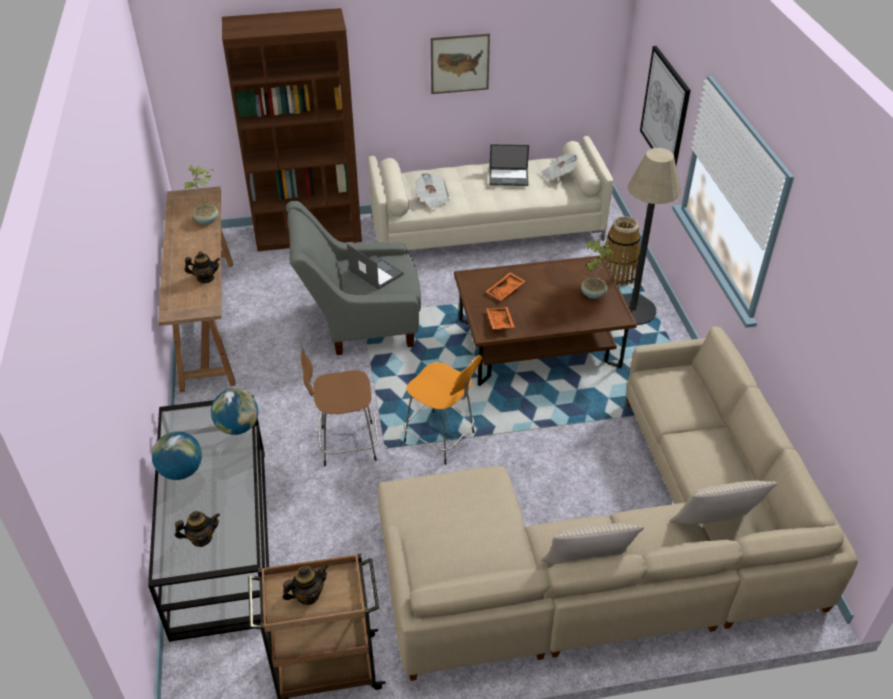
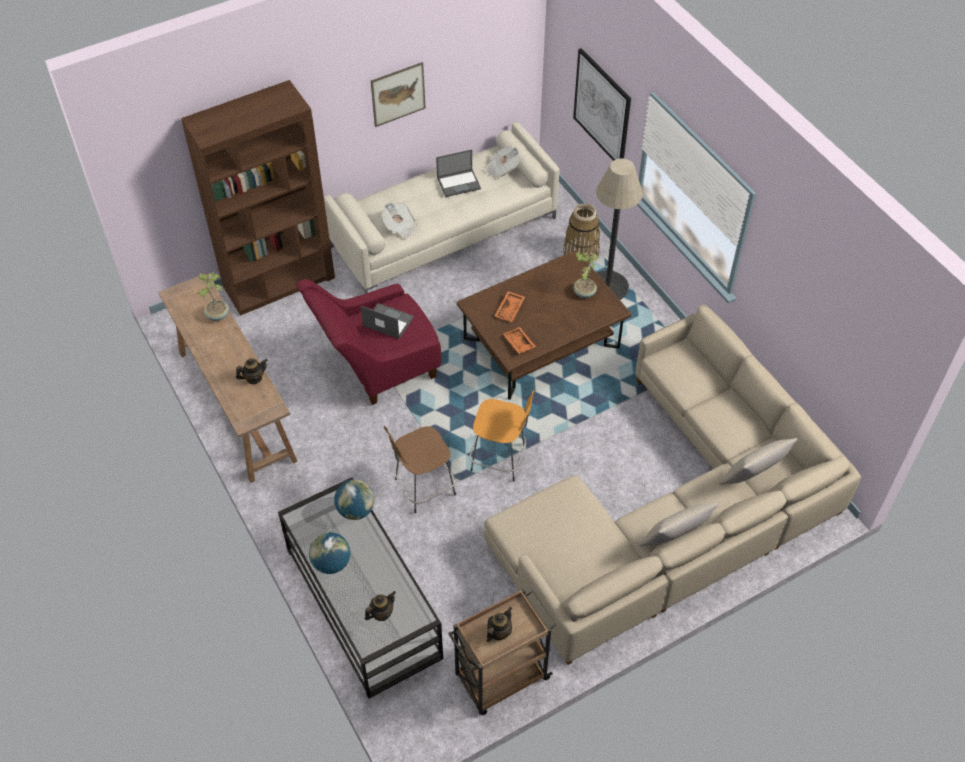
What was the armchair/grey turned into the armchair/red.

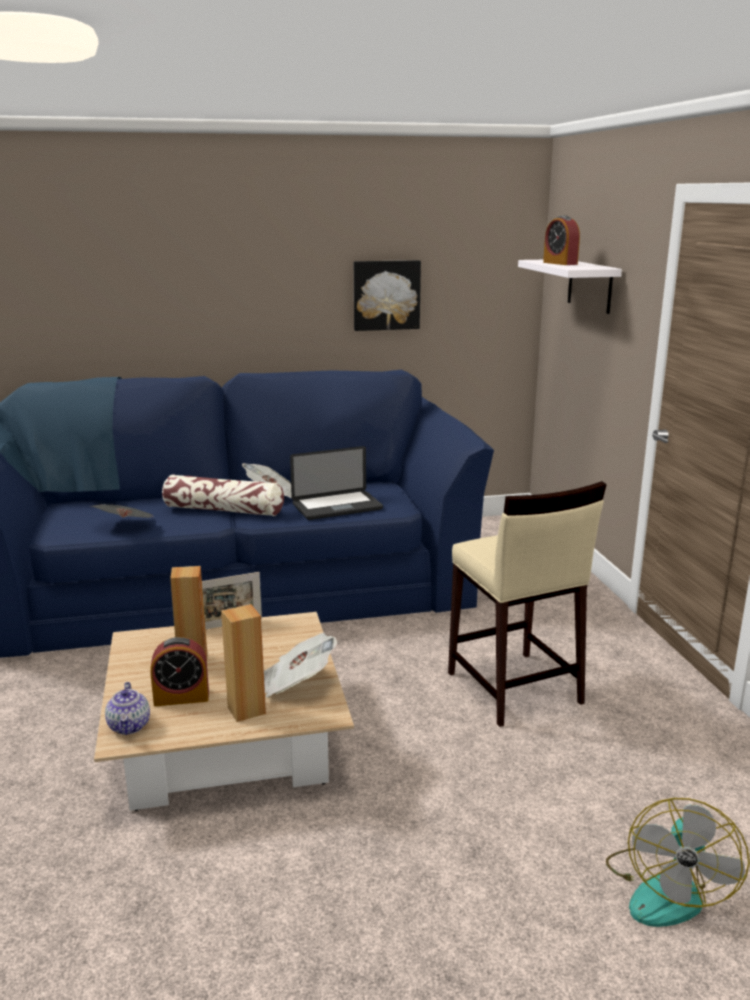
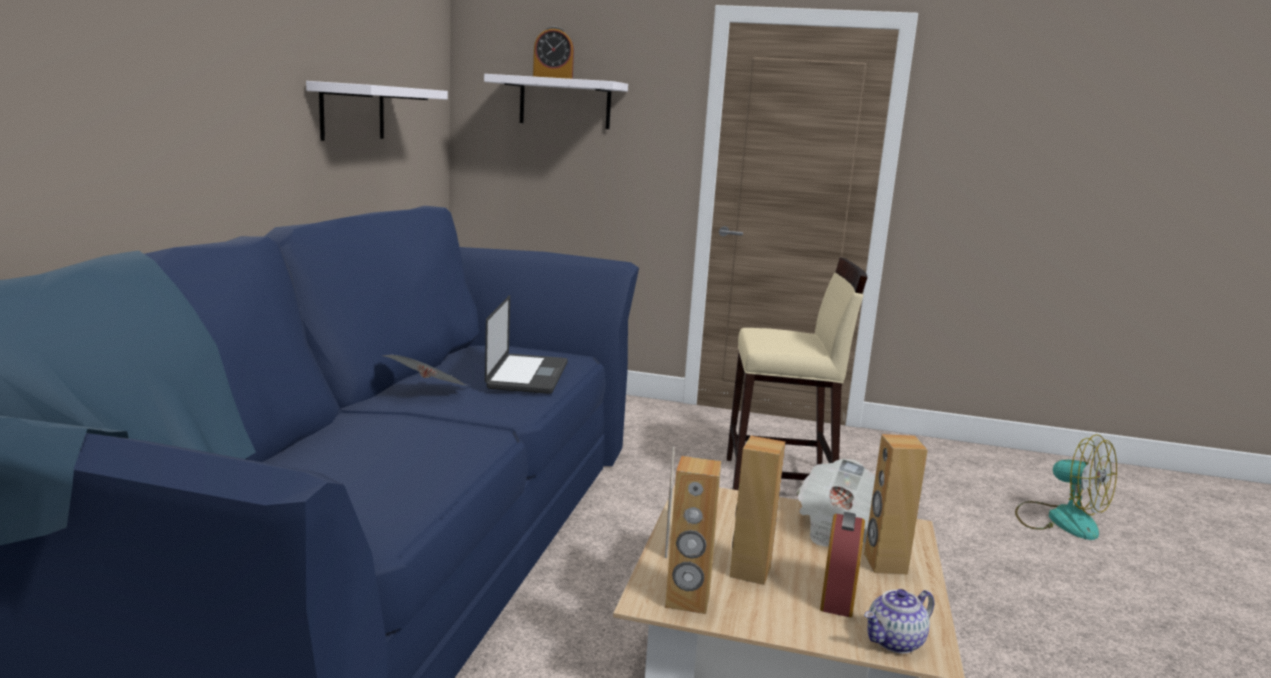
The second view lost the newspaper (no. 1 from left).
The second view lost the pillow.
The second view gained the speaker/brown (no. 1 from left).
Where the picture hung, the shelf/white (no. 1 from left) came to hang.
The teapot ended up facing another way, 135 degrees clockwise from before.

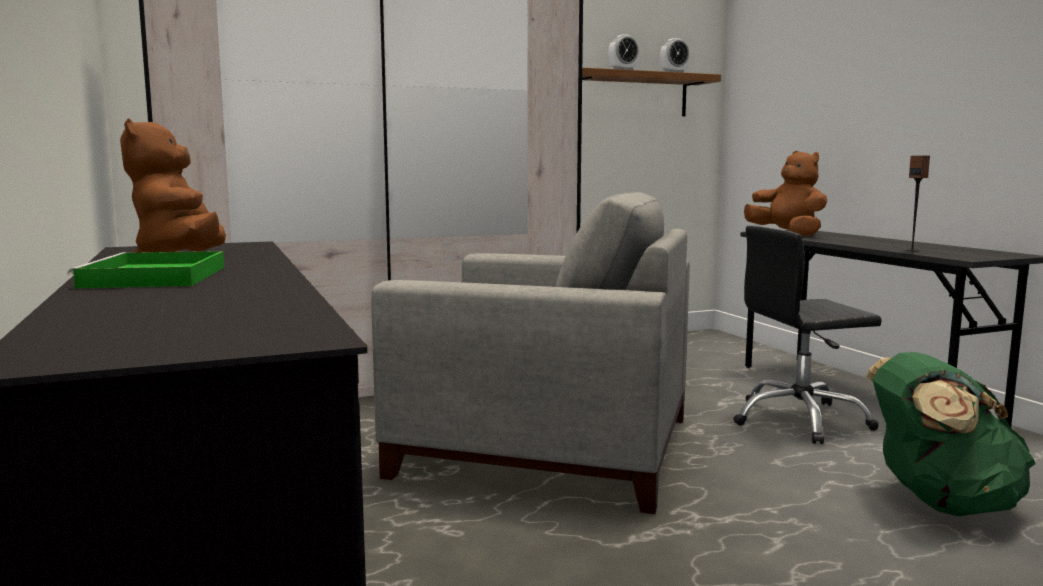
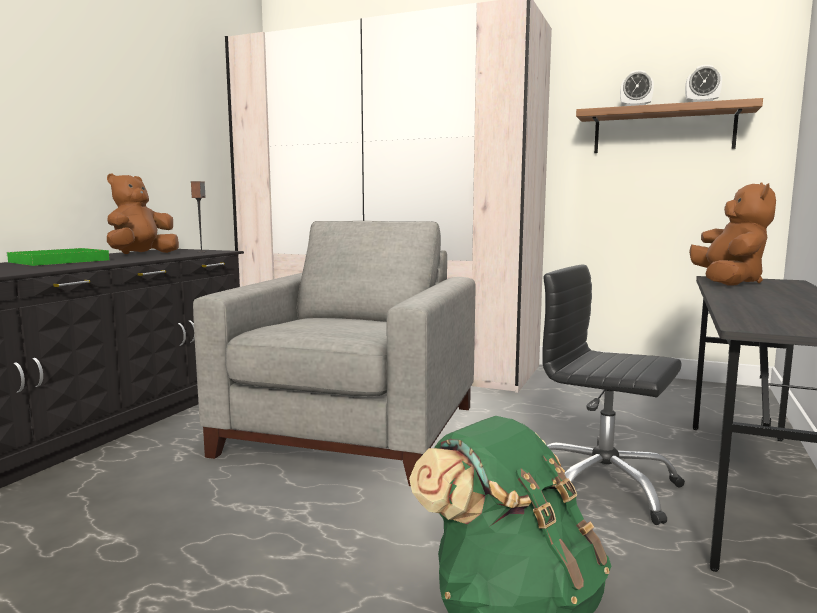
The speaker ended up elsewhere.
The armchair/grey ended up facing another way, 135 degrees counterclockwise from before.

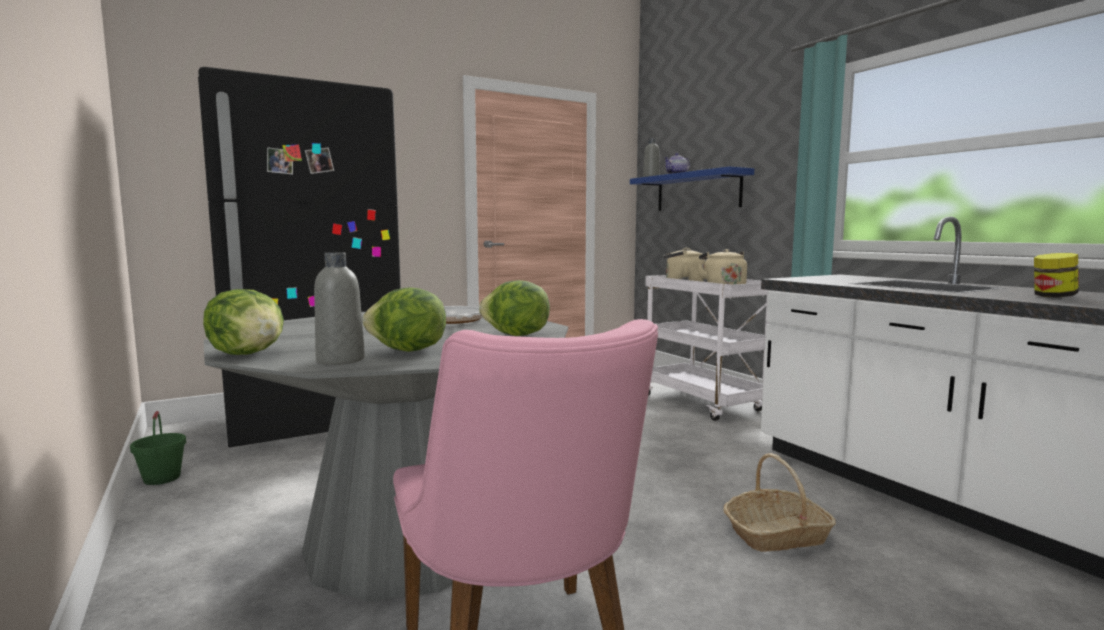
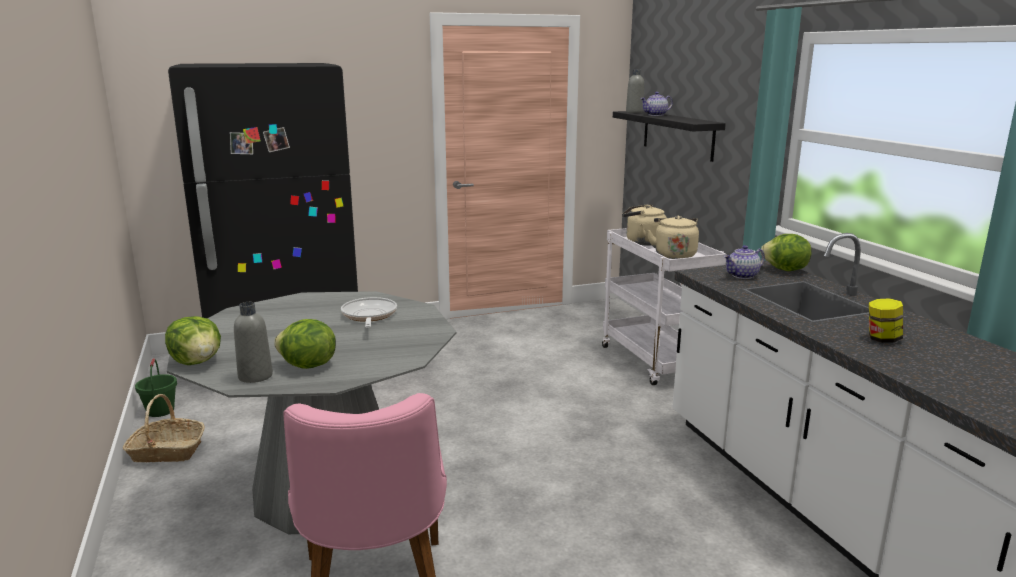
The second view gained the teapot (no. 2 from left).
The lettuce (no. 3 from left) ended up elsewhere.
The basket ended up elsewhere.
What was the shelf/blue turned into the shelf/black.

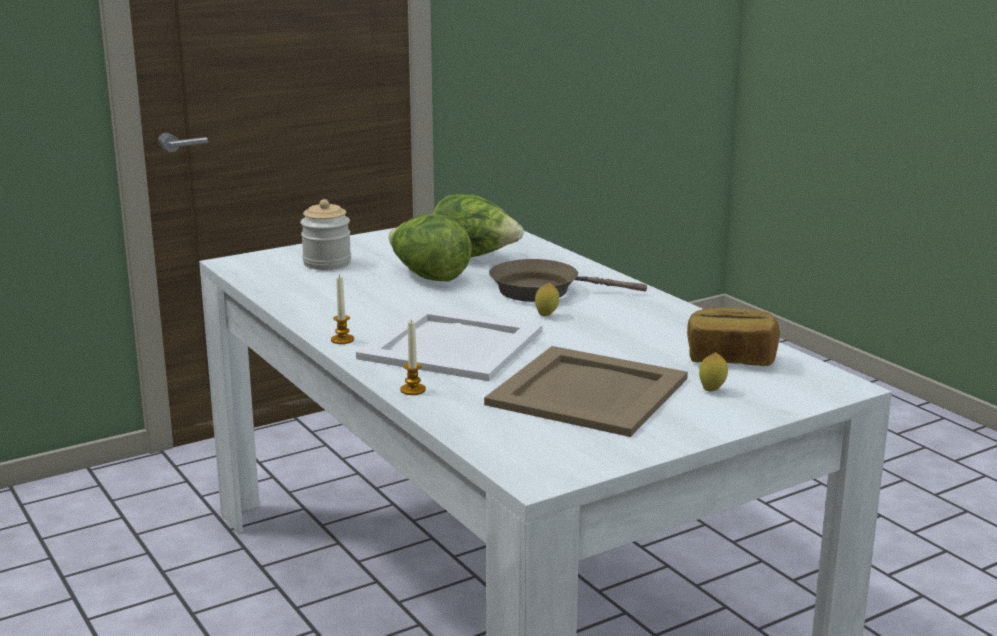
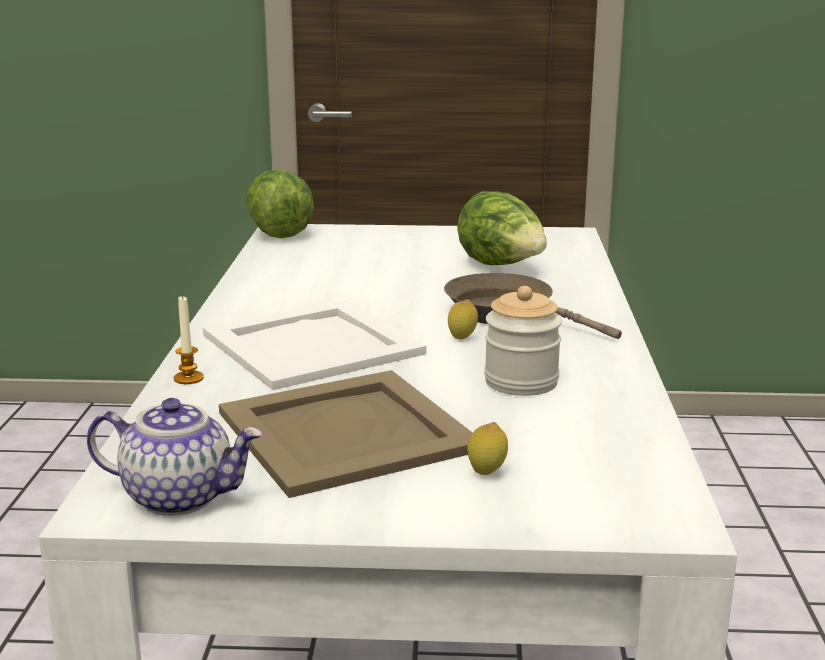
The second view lost the candle (no. 1 from left).
The second view lost the bread.
The second view gained the teapot.
The jar ended up elsewhere.
The lettuce (no. 1 from left) ended up elsewhere.

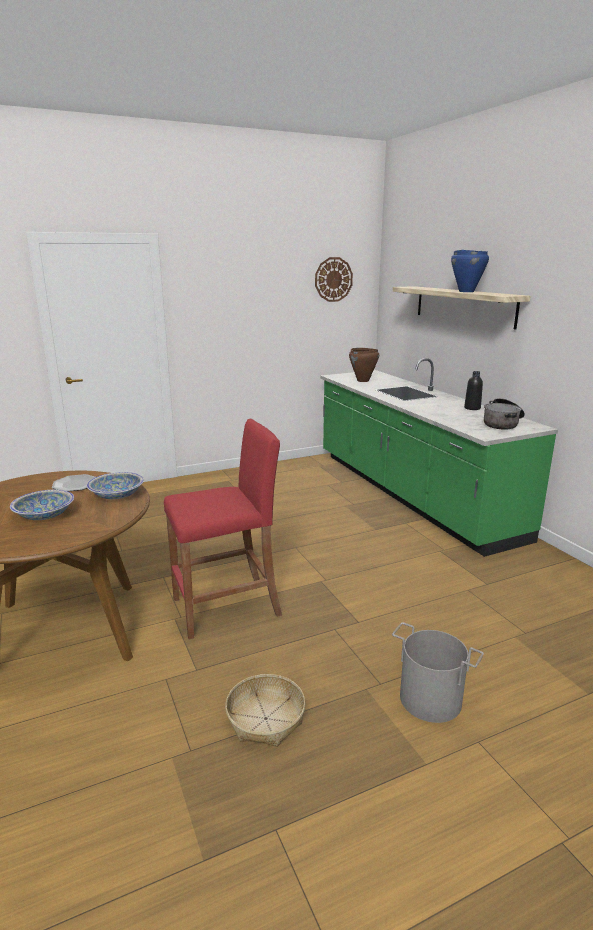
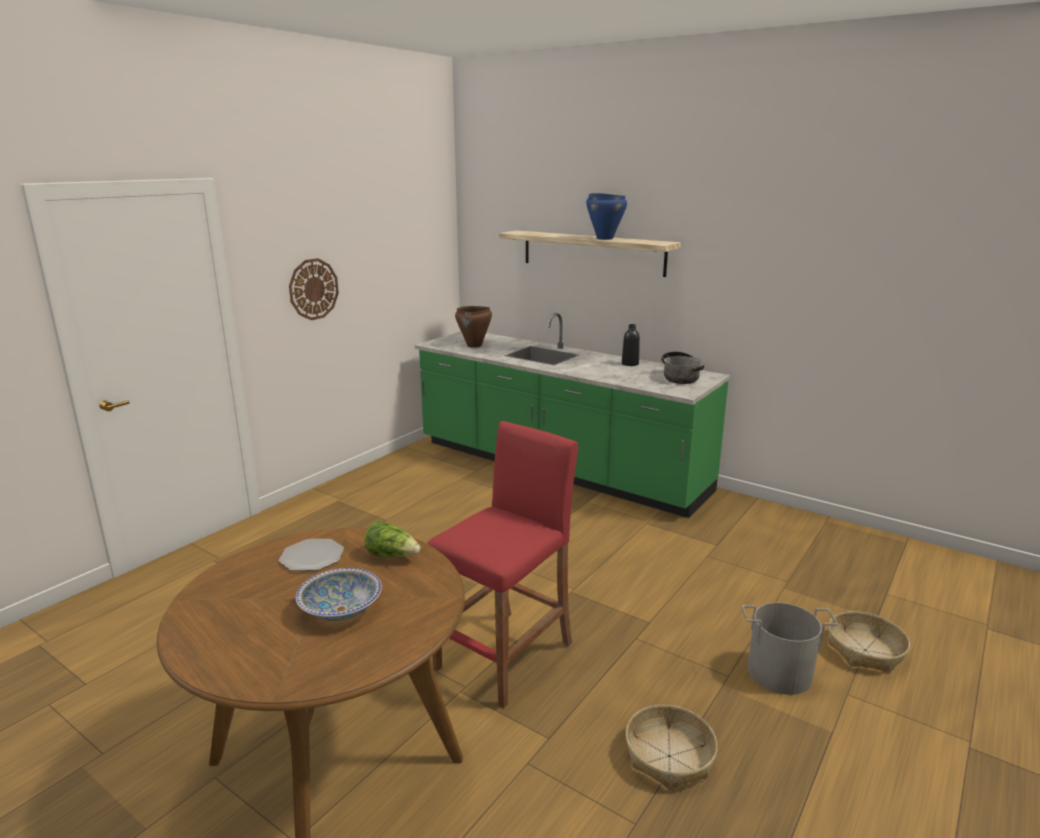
The second view gained the basket (no. 2 from left).
The wall clock ended up elsewhere.
Where the bowl (no. 2 from left) stood, the lettuce came to stand.

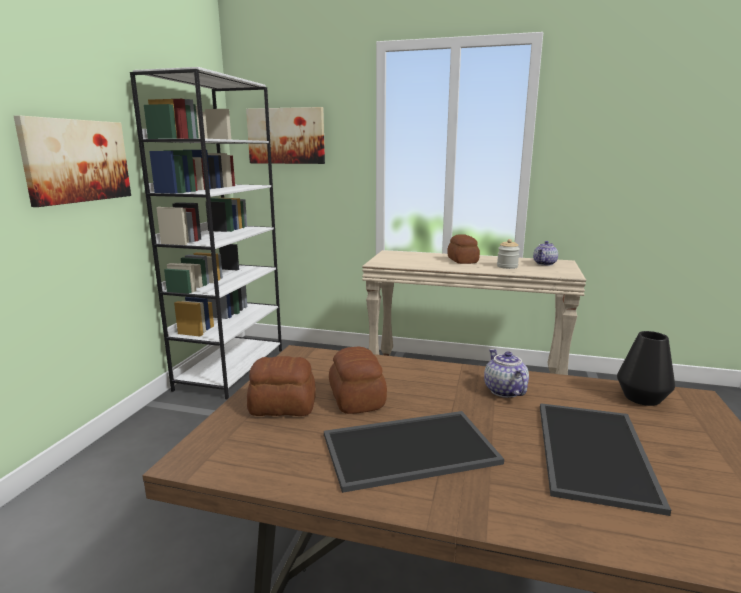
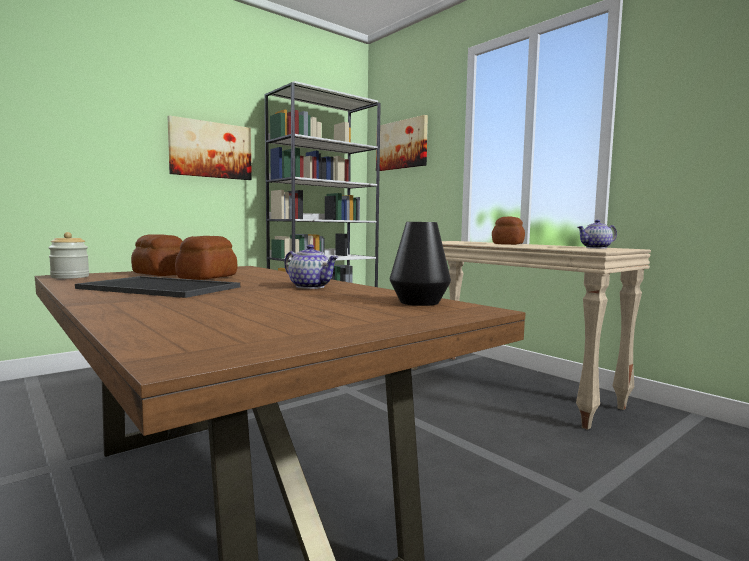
The second view lost the tray (no. 2 from left).
The jar ended up elsewhere.
The teapot (no. 1 from left) ended up facing another way, 105 degrees clockwise from before.

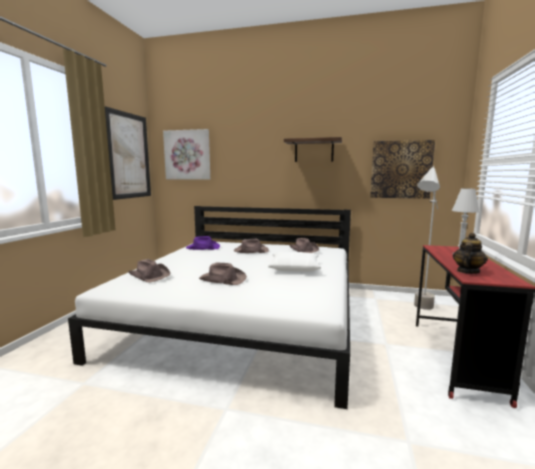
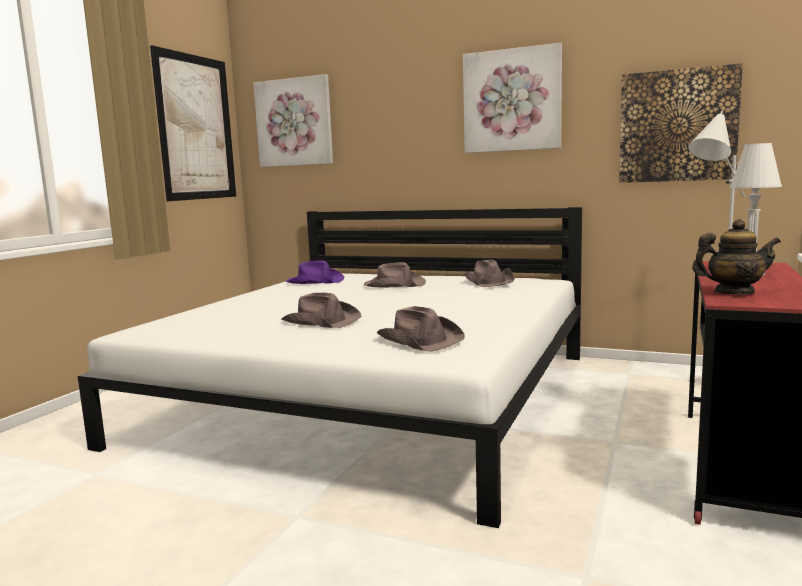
The second view lost the pillow/white.
The hat/brown (no. 1 from left in the first image) ended up elsewhere.
Where the shelf hung, the picture (no. 3 from left) came to hang.
The teapot ended up facing another way, 45 degrees clockwise from before.

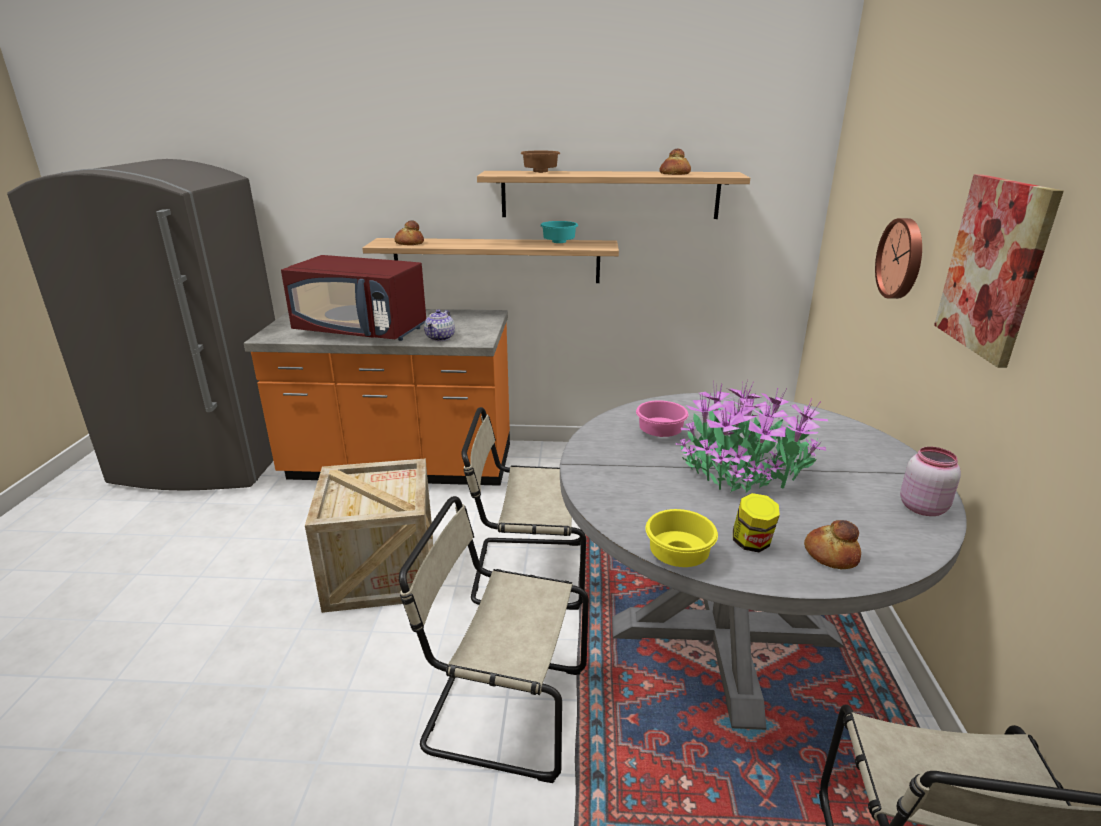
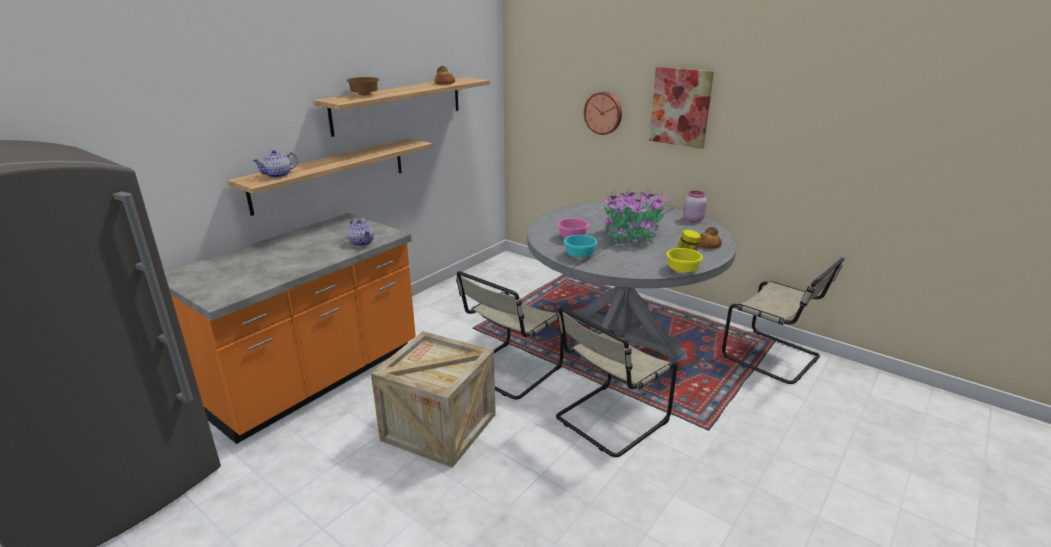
The second view lost the microwave/red.
The bowl/turquoise ended up elsewhere.
Where the bread (no. 1 from left) stood, the teapot (no. 1 from left) came to stand.

